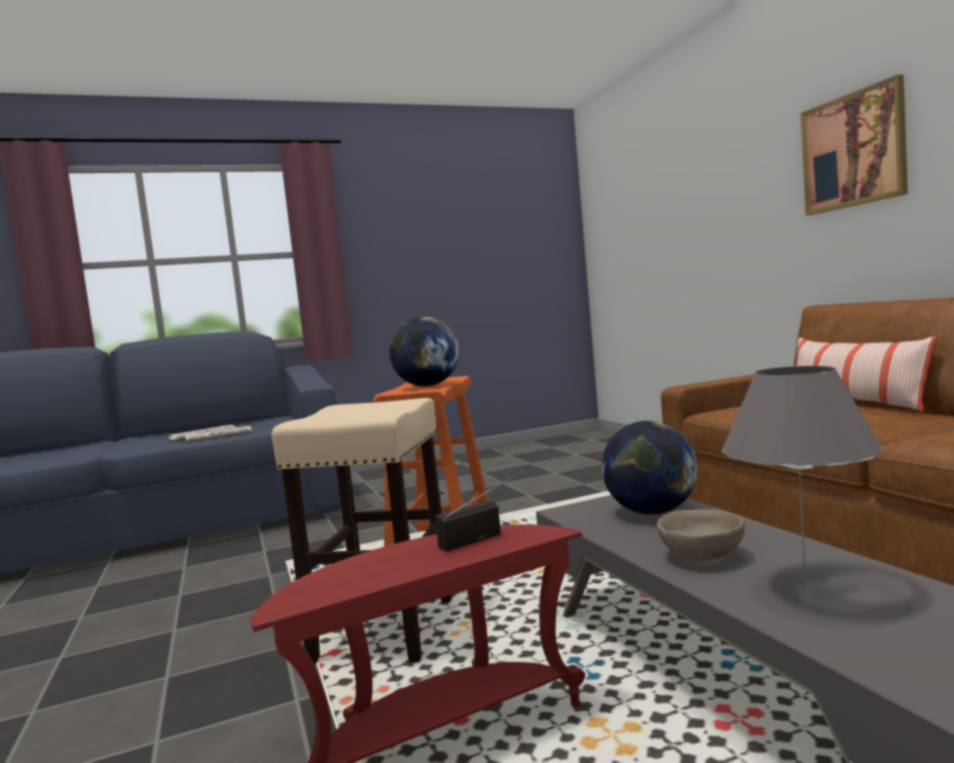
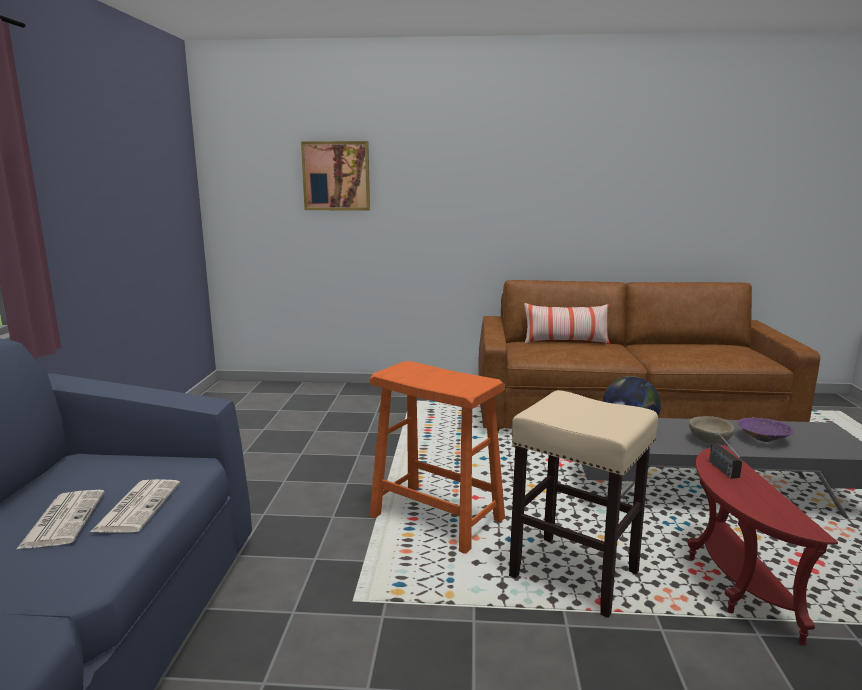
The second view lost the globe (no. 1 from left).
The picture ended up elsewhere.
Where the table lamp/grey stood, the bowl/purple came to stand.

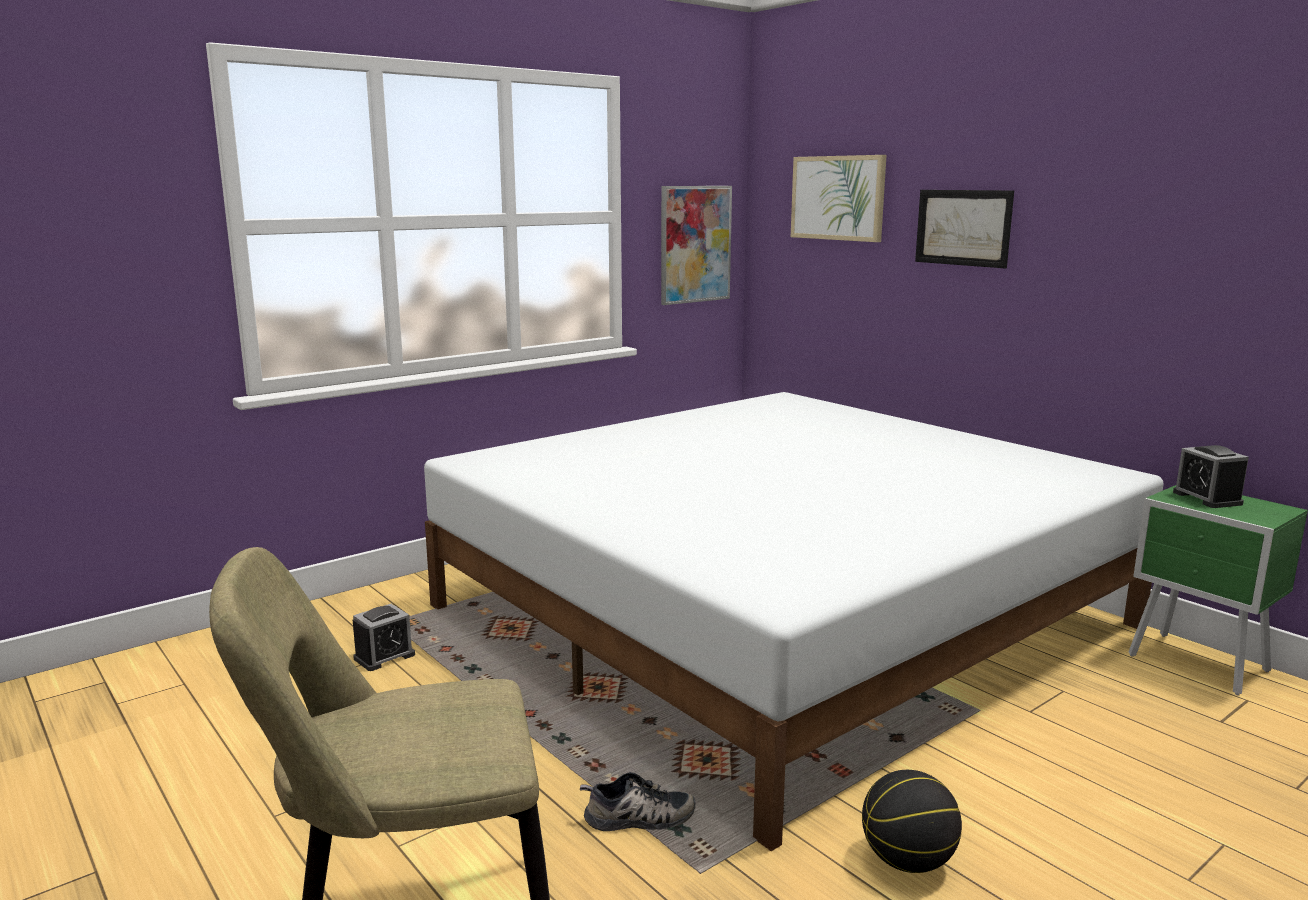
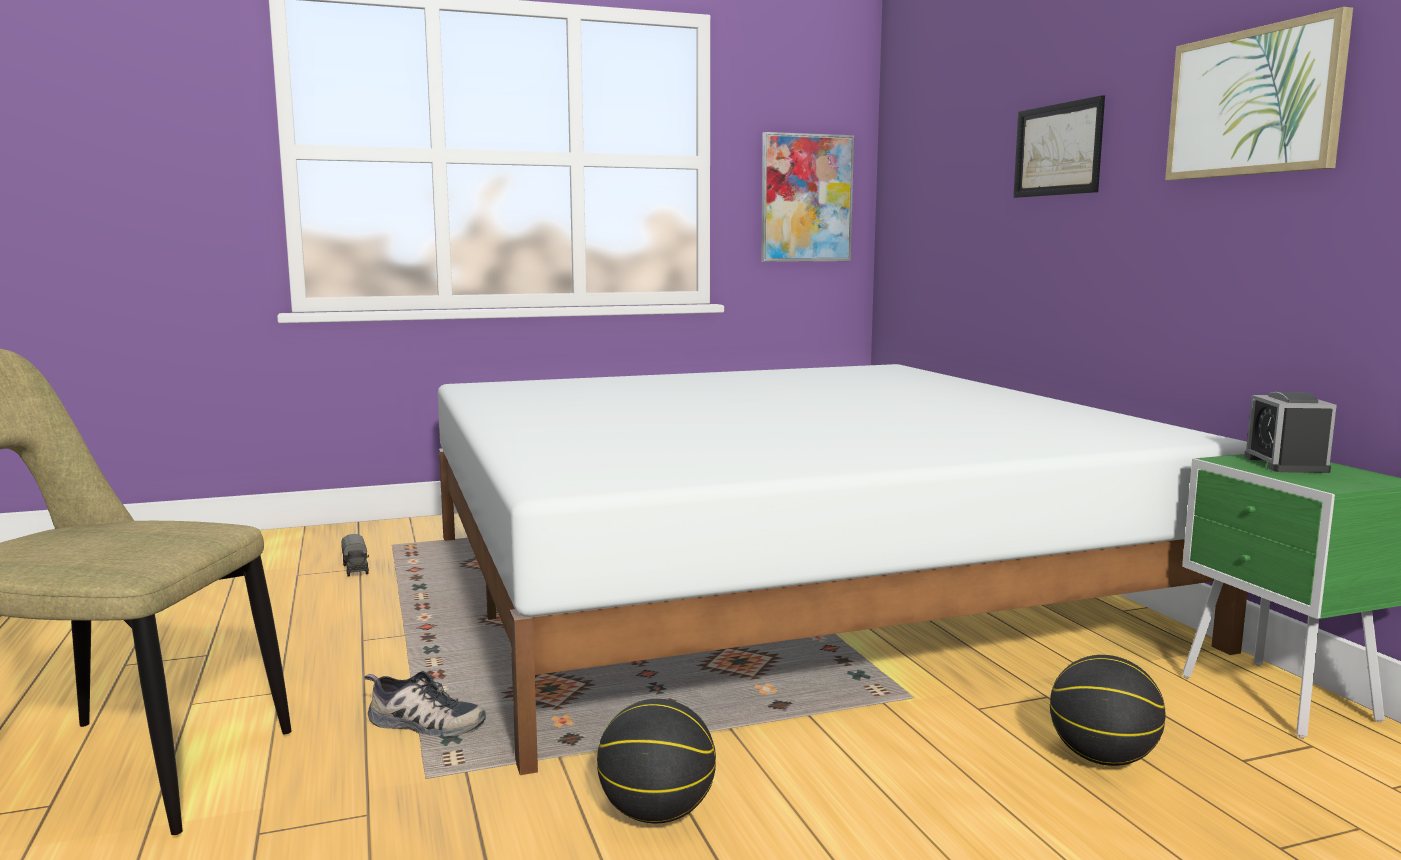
The second view gained the basketball (no. 2 from left).
The picture (no. 2 from left in the first image) ended up elsewhere.
Where the alarm clock (no. 1 from left) stood, the toy truck came to stand.

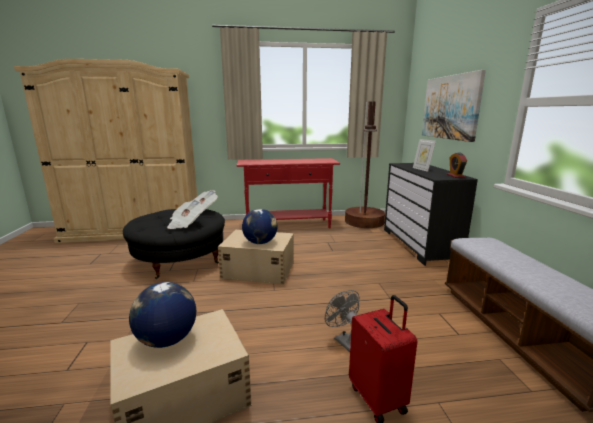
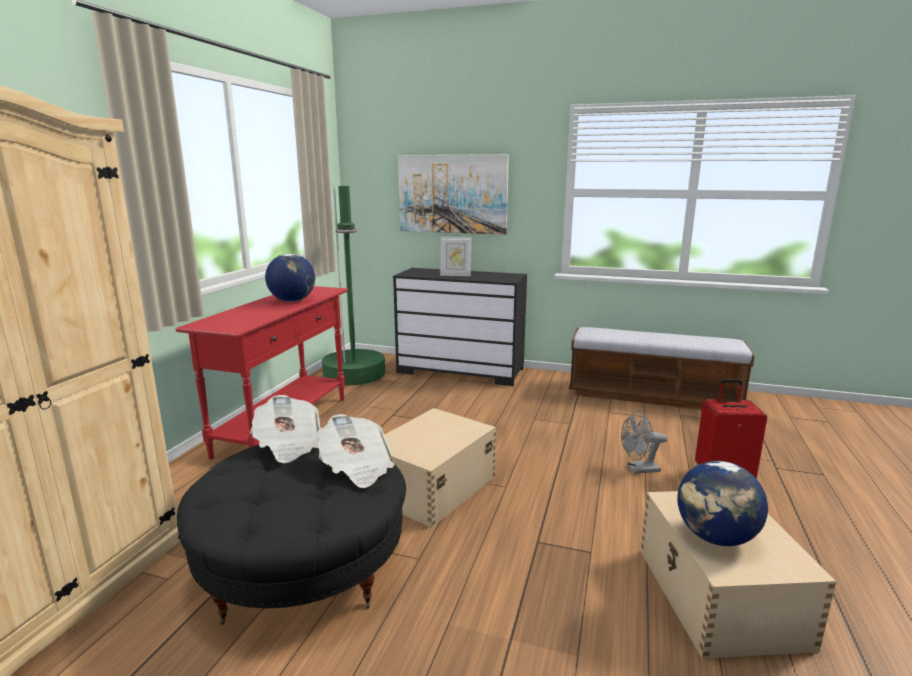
The second view lost the alarm clock.
The globe (no. 2 from left in the first image) ended up elsewhere.
What was the floor lamp/brown turned into the floor lamp/green.

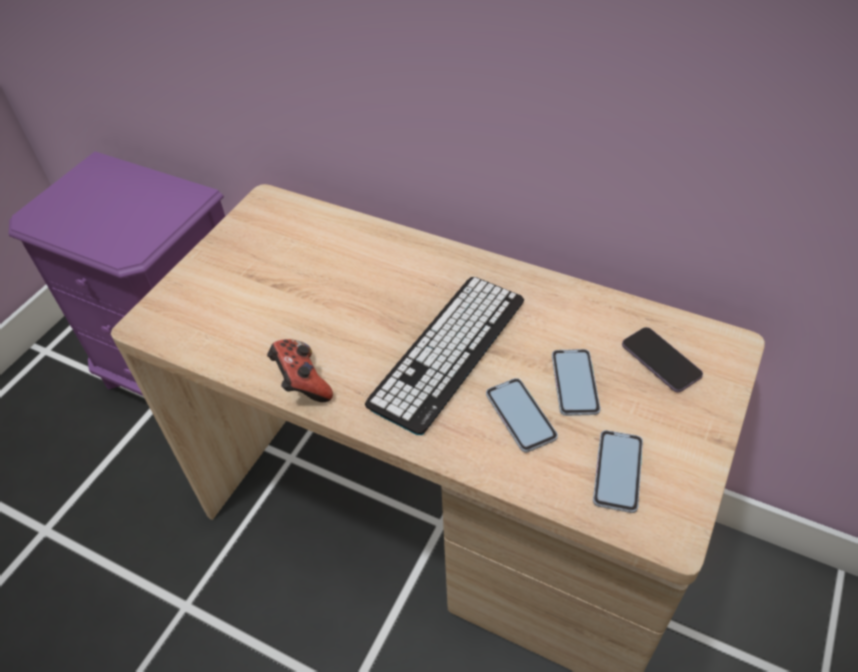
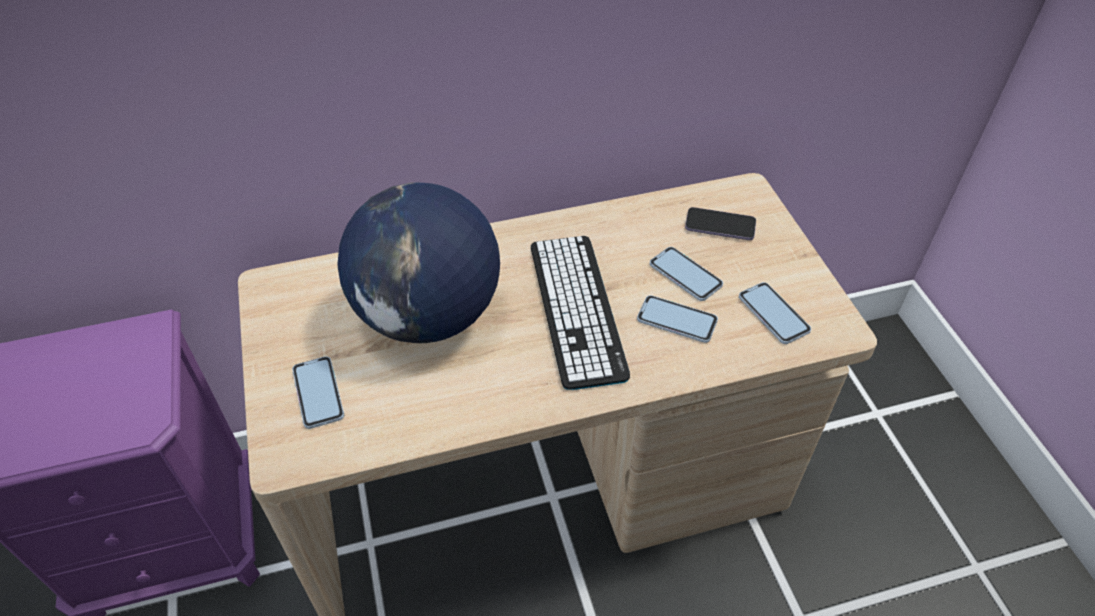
The second view lost the game controller.
The second view gained the phone (no. 1 from left).
The second view gained the globe.

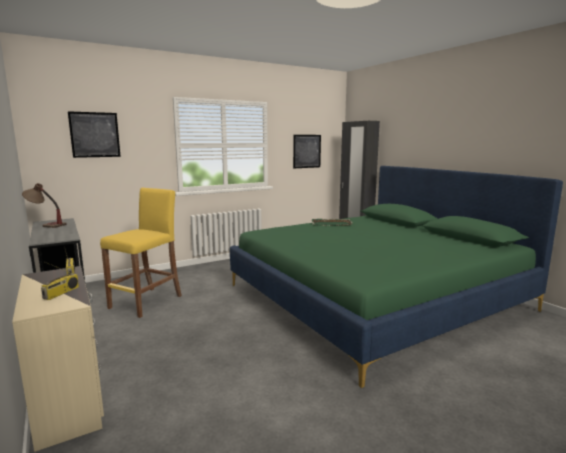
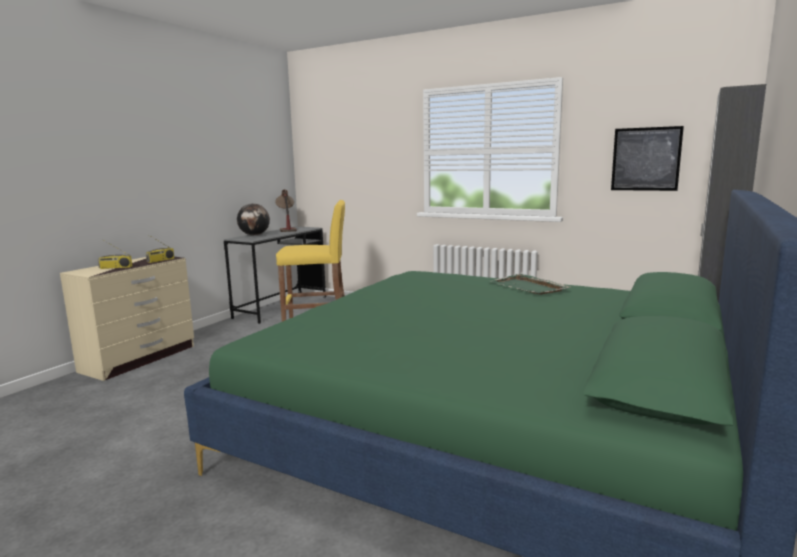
The second view lost the picture (no. 1 from left).
The second view gained the globe.

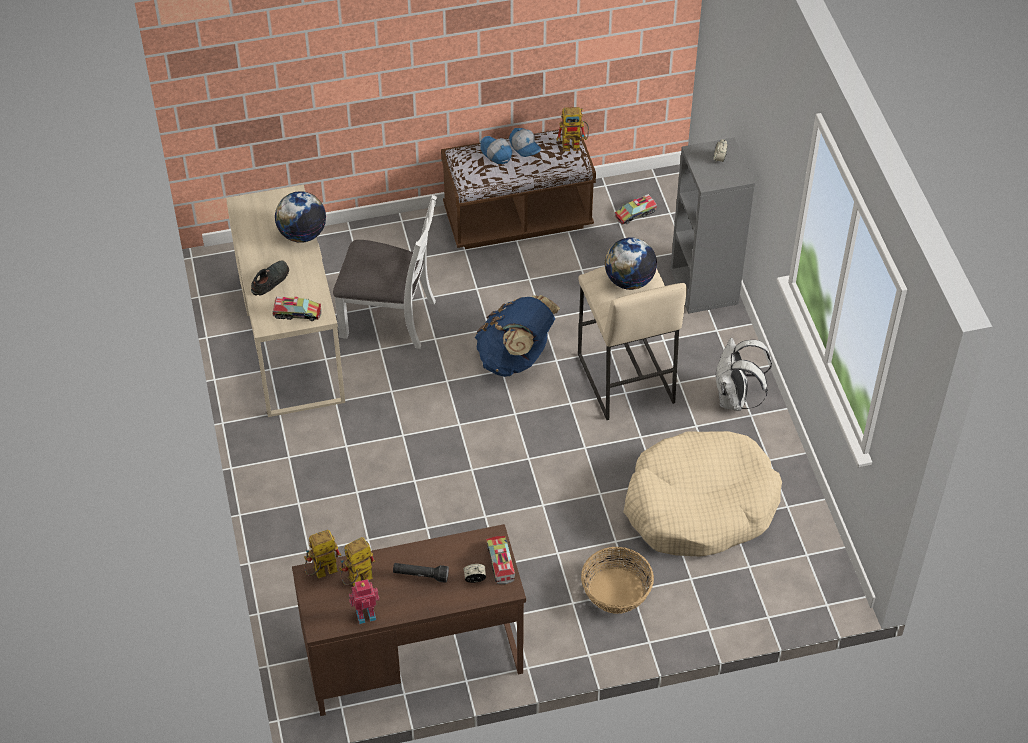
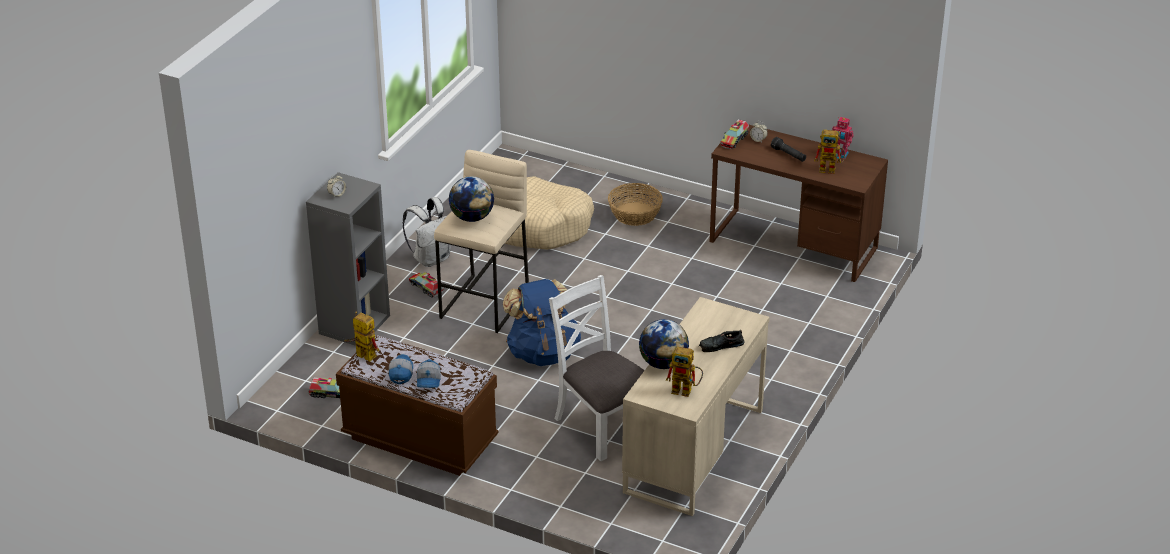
The toy truck (no. 1 from left in the first image) ended up elsewhere.
The toy robot (no. 1 from left in the first image) ended up elsewhere.

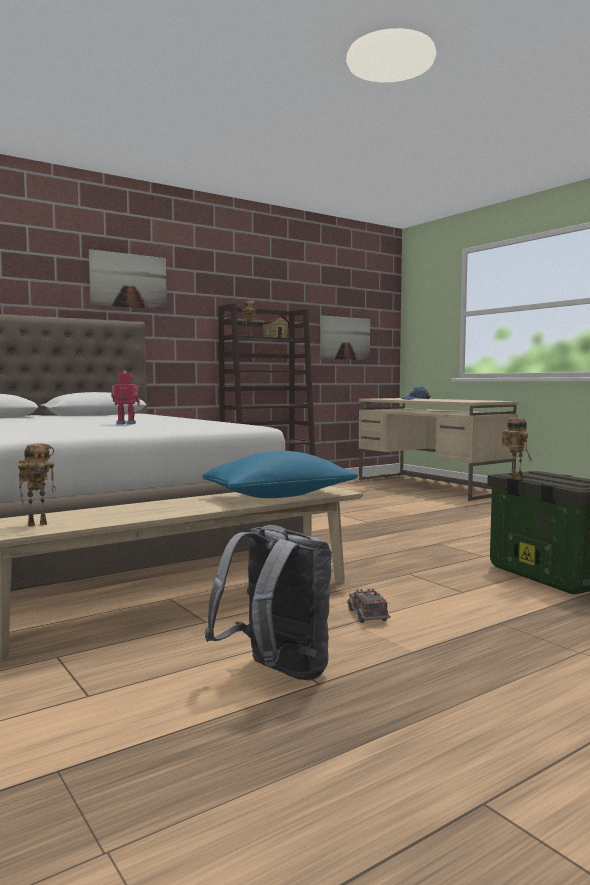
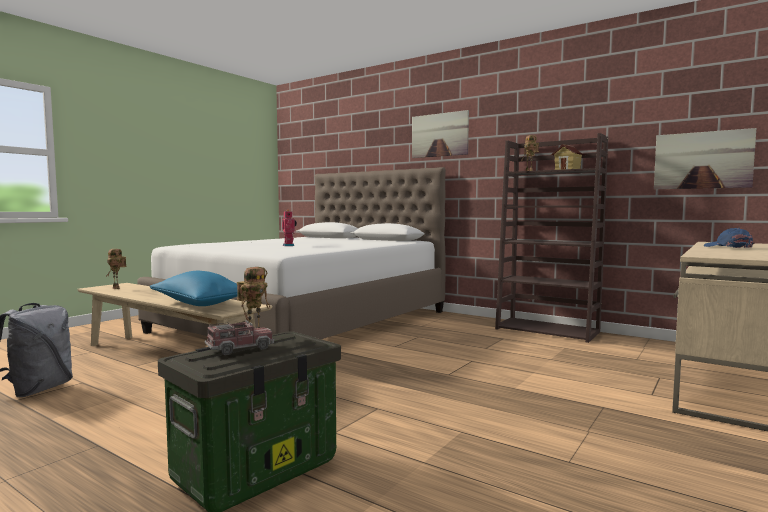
The toy truck ended up elsewhere.

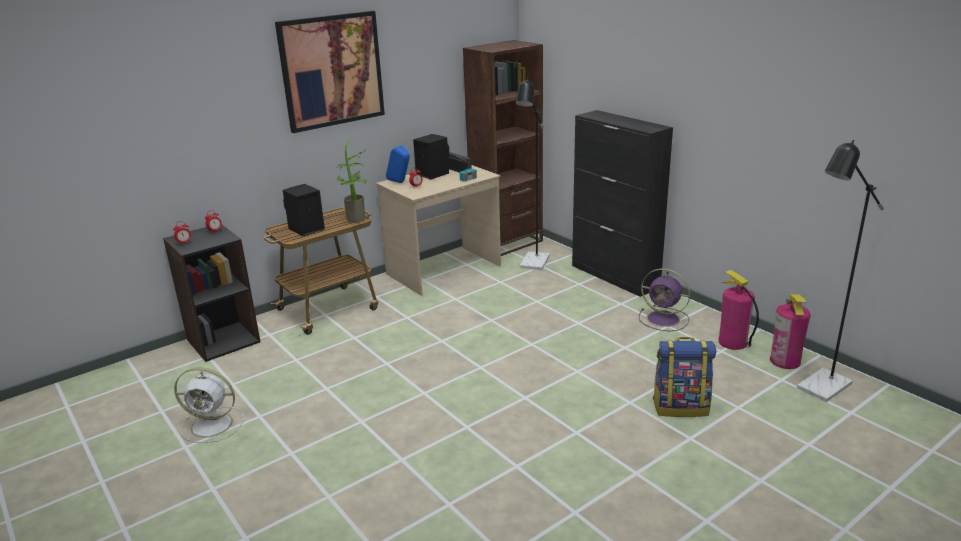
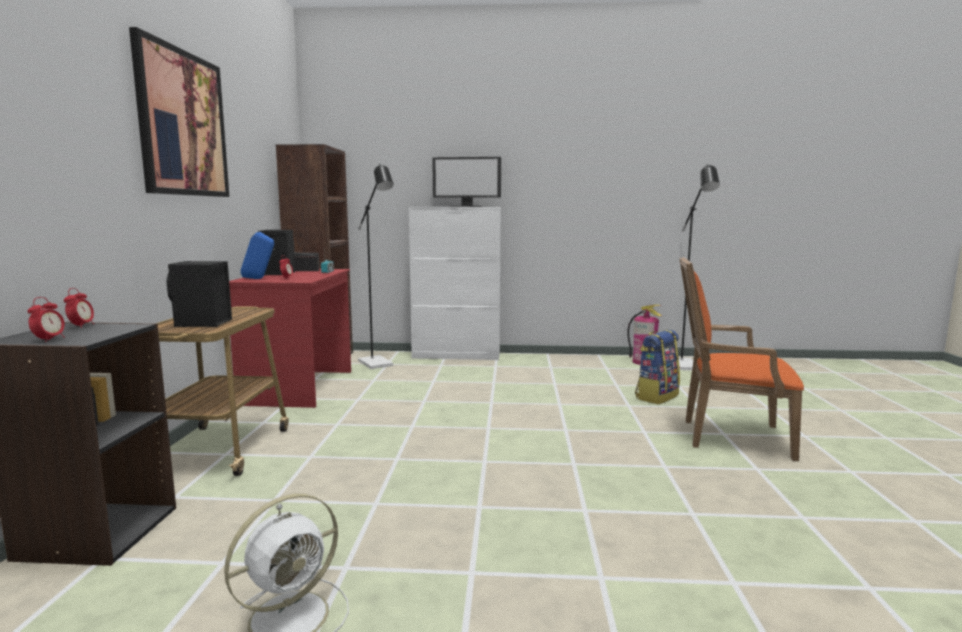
The second view lost the potted plant.
The second view lost the fan/purple.
The second view lost the fire extinguisher (no. 1 from left).
The second view gained the monitor.
The second view gained the armchair/orange.
What was the desk/beige turned into the desk/red.
What was the cabinet/black turned into the cabinet/white.

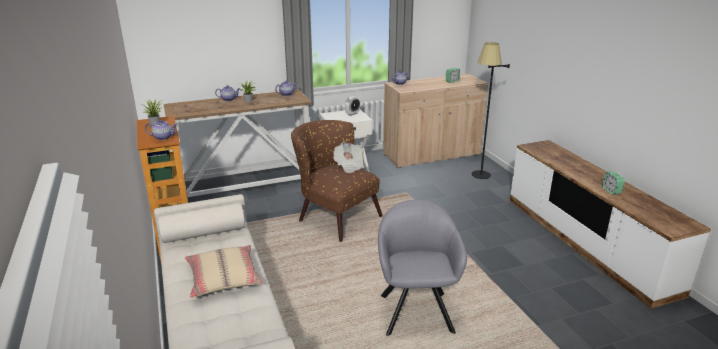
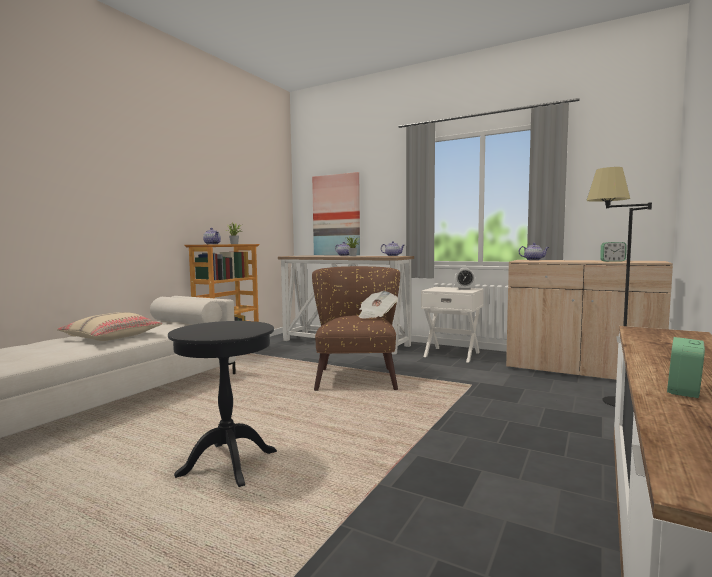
The second view gained the picture.
Where the armchair/grey stood, the side table/black came to stand.

